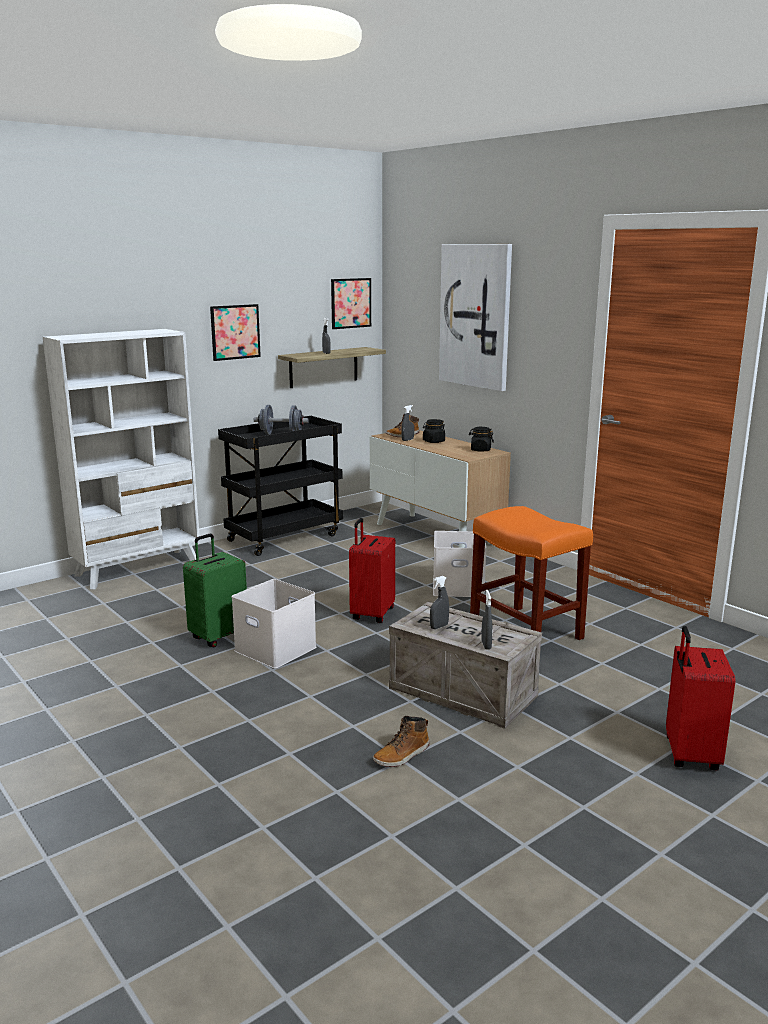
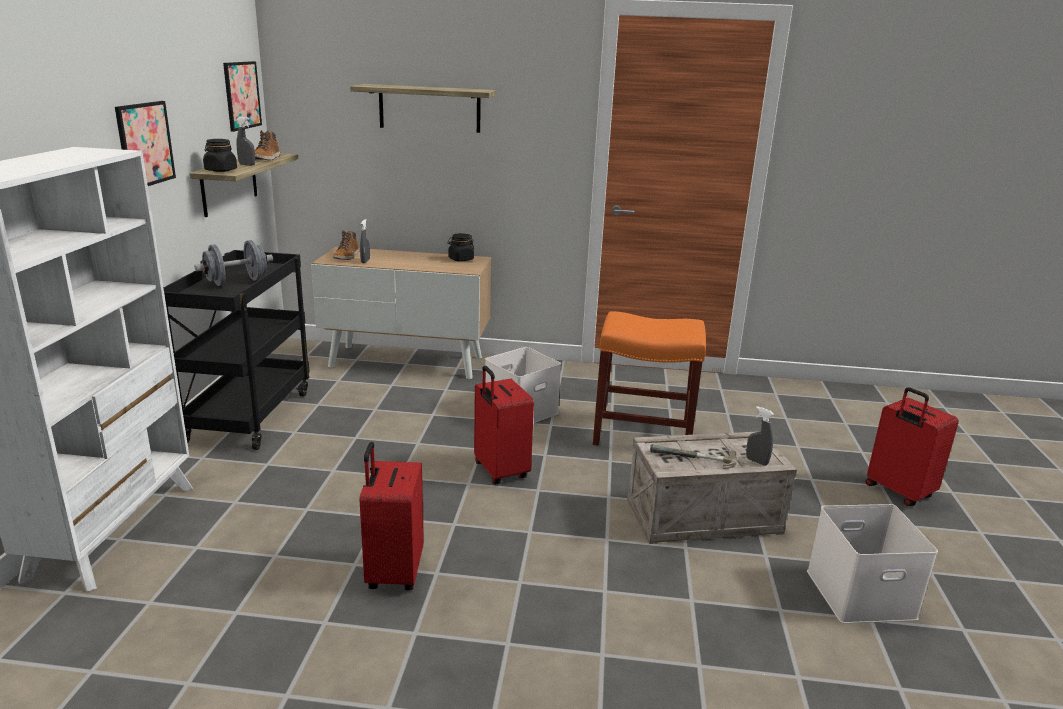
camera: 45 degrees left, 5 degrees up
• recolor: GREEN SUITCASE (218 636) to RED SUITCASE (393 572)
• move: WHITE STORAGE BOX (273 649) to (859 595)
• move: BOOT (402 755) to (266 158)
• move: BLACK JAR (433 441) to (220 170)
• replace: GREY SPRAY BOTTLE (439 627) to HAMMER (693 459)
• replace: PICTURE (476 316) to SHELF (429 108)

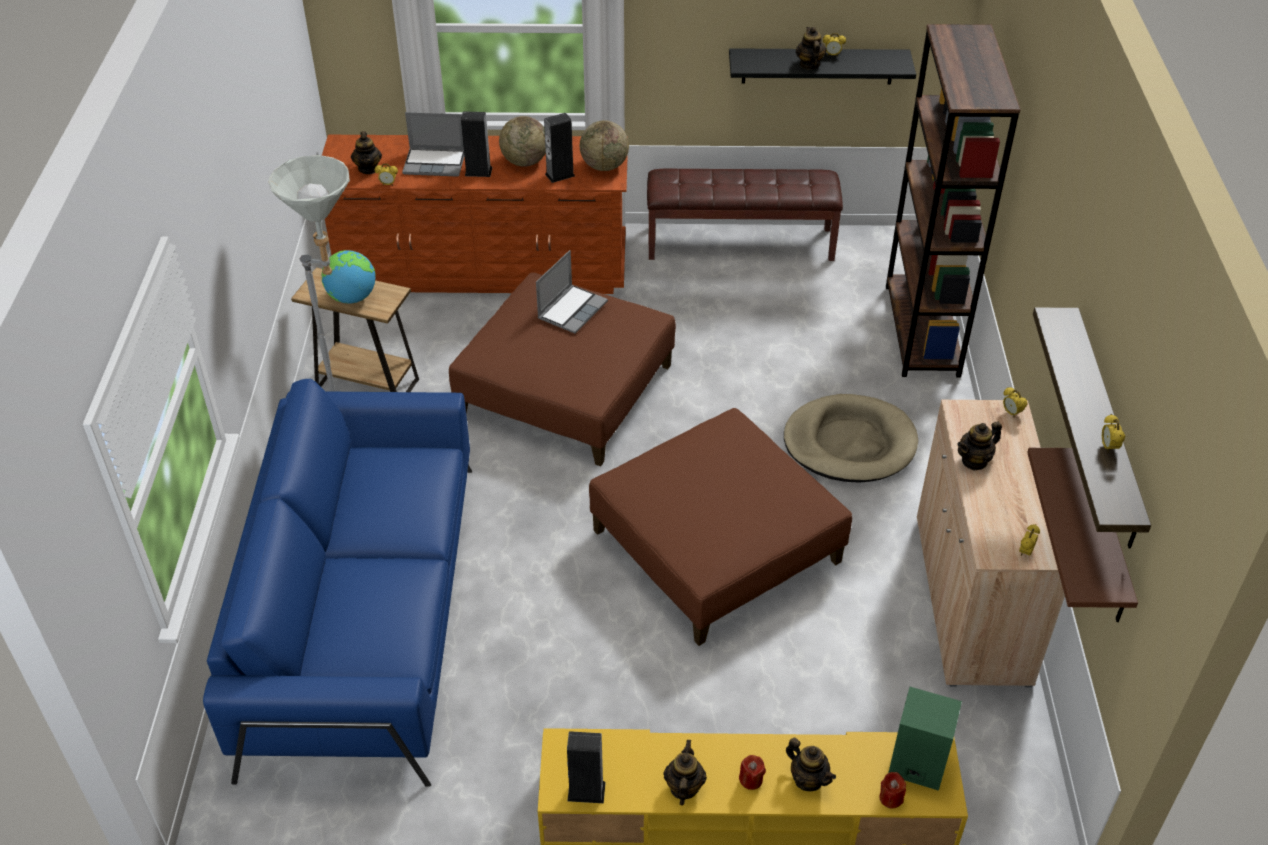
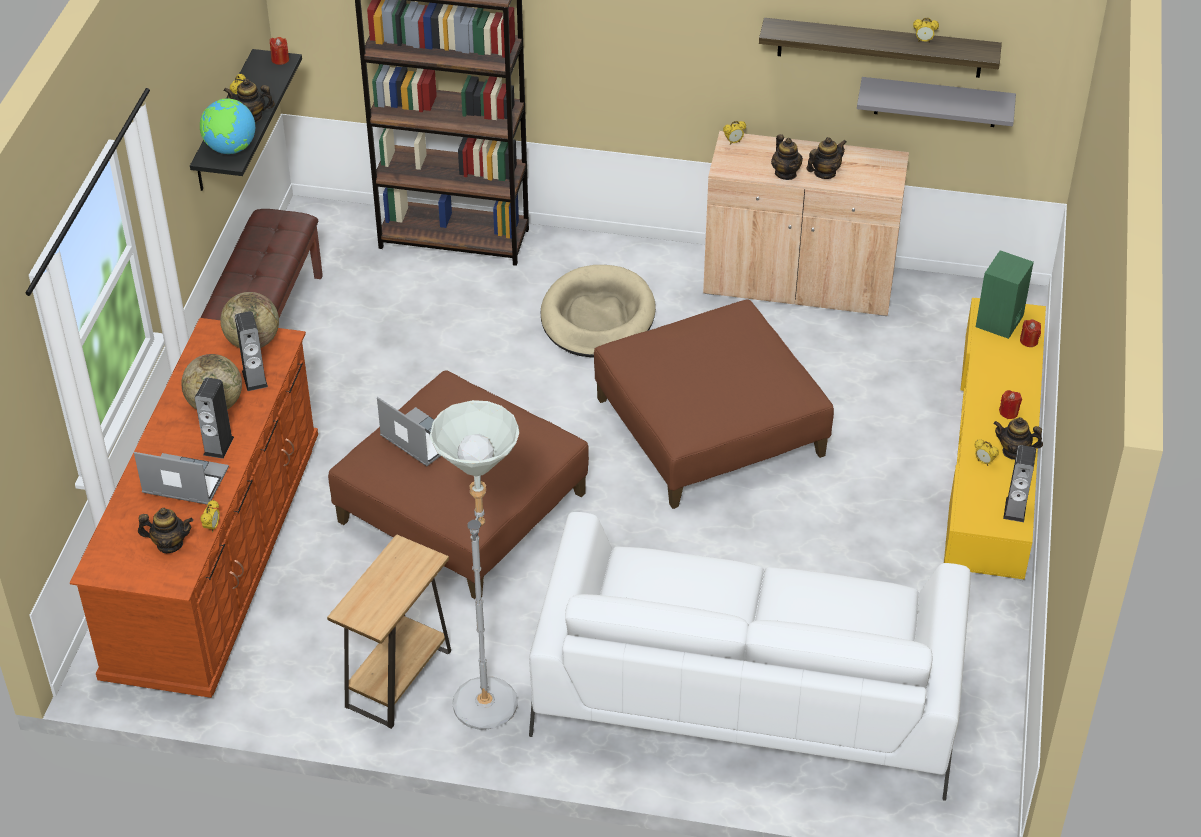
camera: 80 degrees left, 0 degrees up
• recolor: BLUE SOFA (363 611) to WHITE SOFA (747 693)
• move: GLOBE (352 297) to (230 149)
• rotate: LAPTOP (435 163) = (184 482) 90 degrees counterclockwise
• move: TEAPOT (808 779) to (824 173)
• move: ALARM CLOCK (1025 552) to (984 462)
• recolor: BROWN SHELF (1106 540) to GREY SHELF (936 102)
• insert: RED CANDLE (280 59)

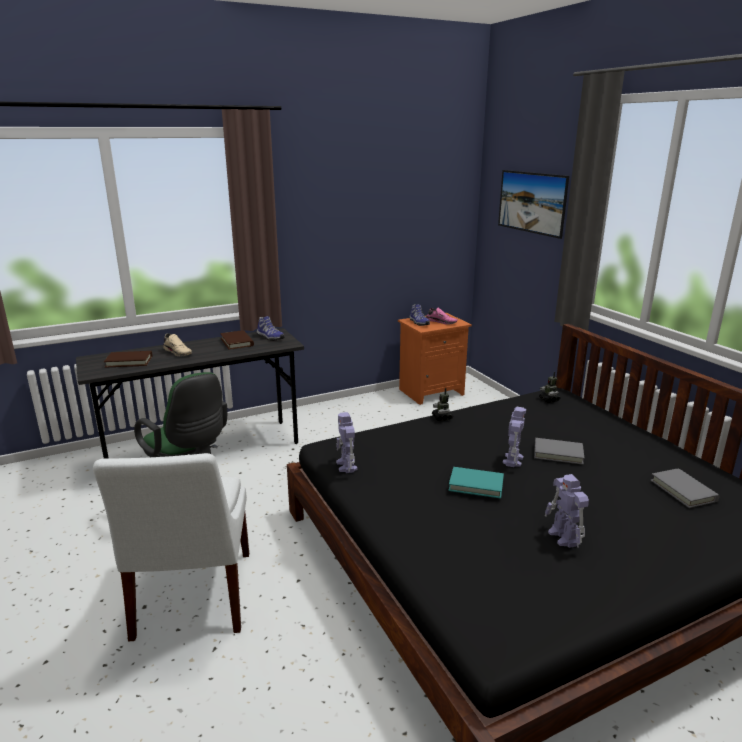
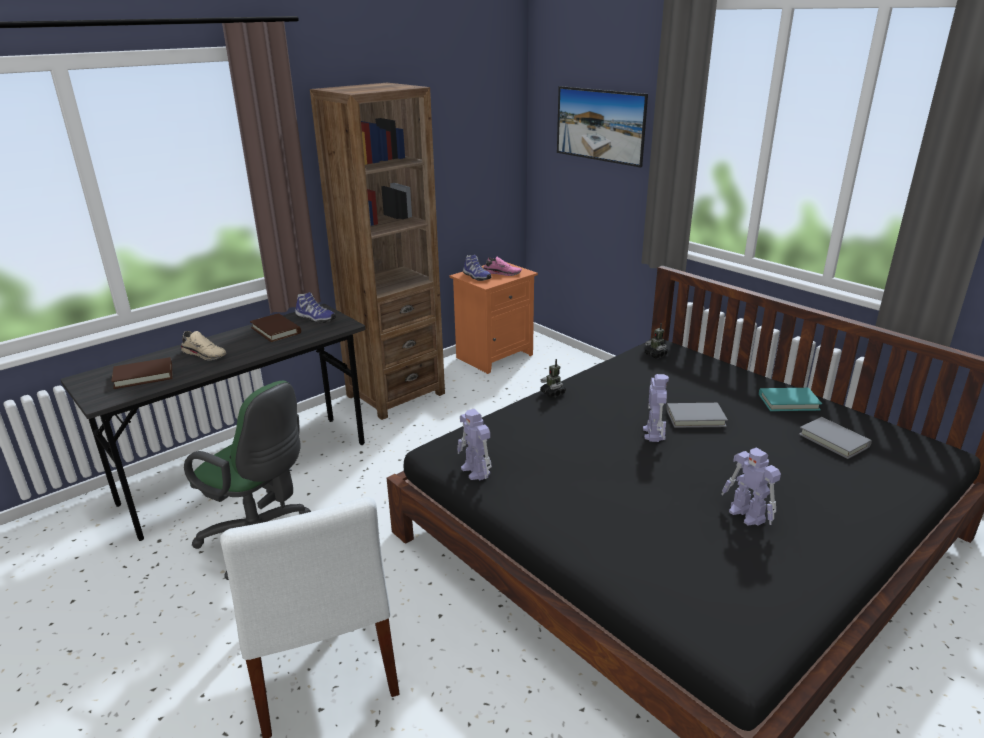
camera: 15 degrees left, 5 degrees up
• move: TURQUOISE BOOK (476 485) to (788 402)
• insert: BROWN BOOKCASE (395 394)

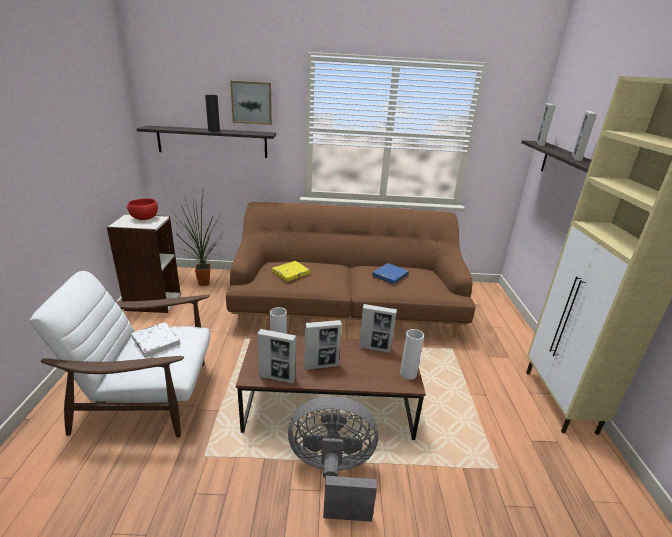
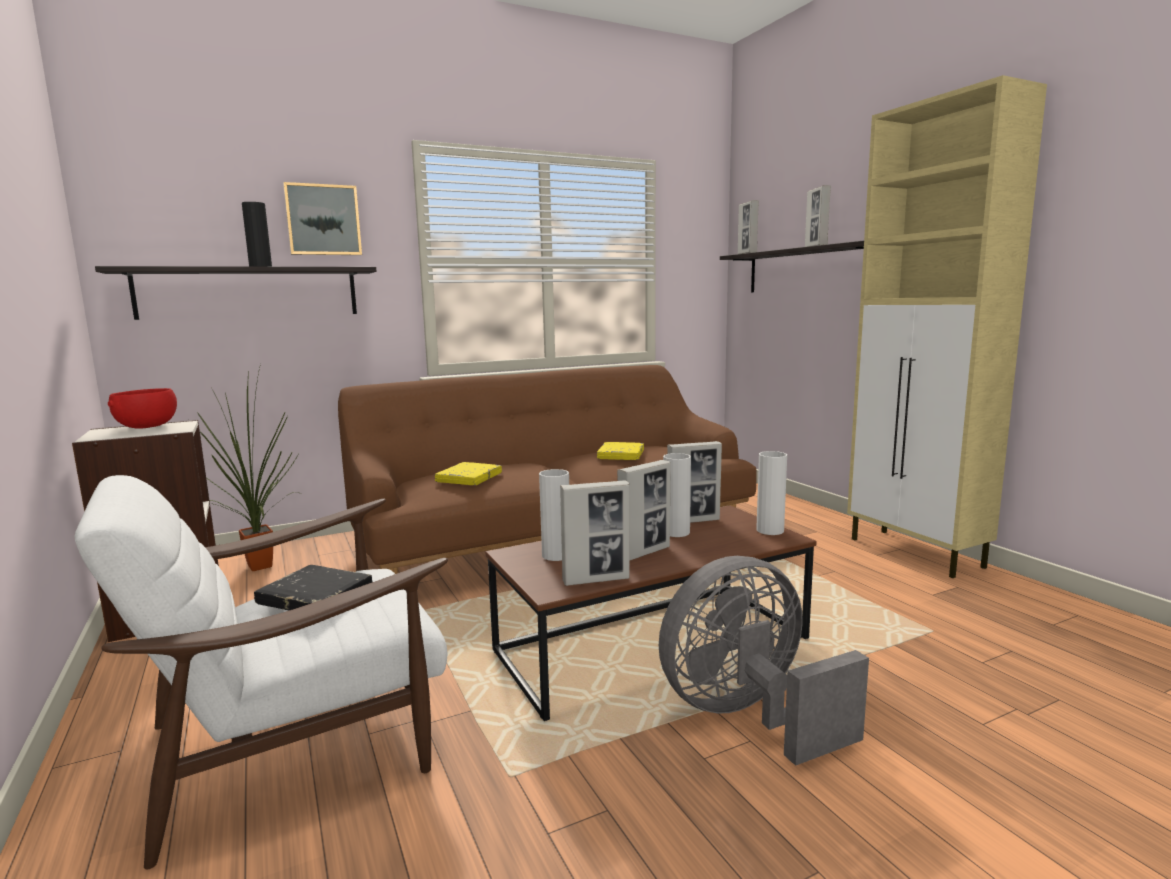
camera: 25 degrees left, 15 degrees down
• recolor: WHITE BOOK (156 342) to BLACK BOOK (315 596)
• recolor: BLUE BOOK (390 275) to YELLOW BOOK (620 455)
• insert: WHITE VASE (676 532)

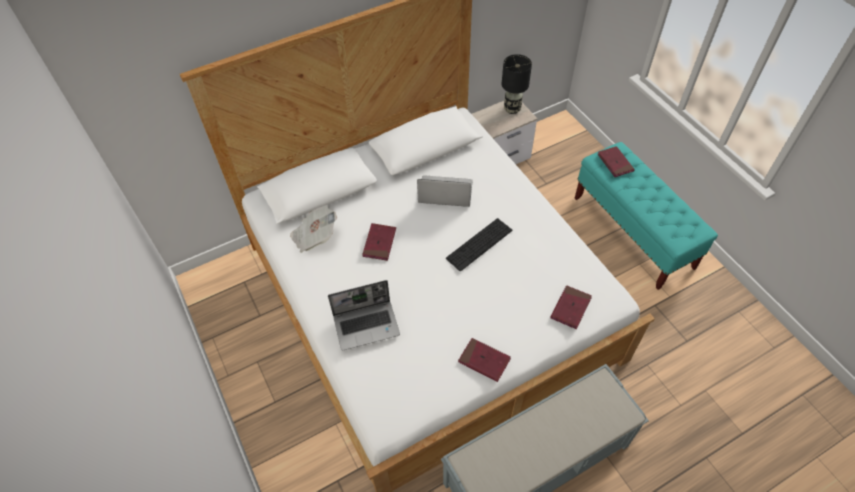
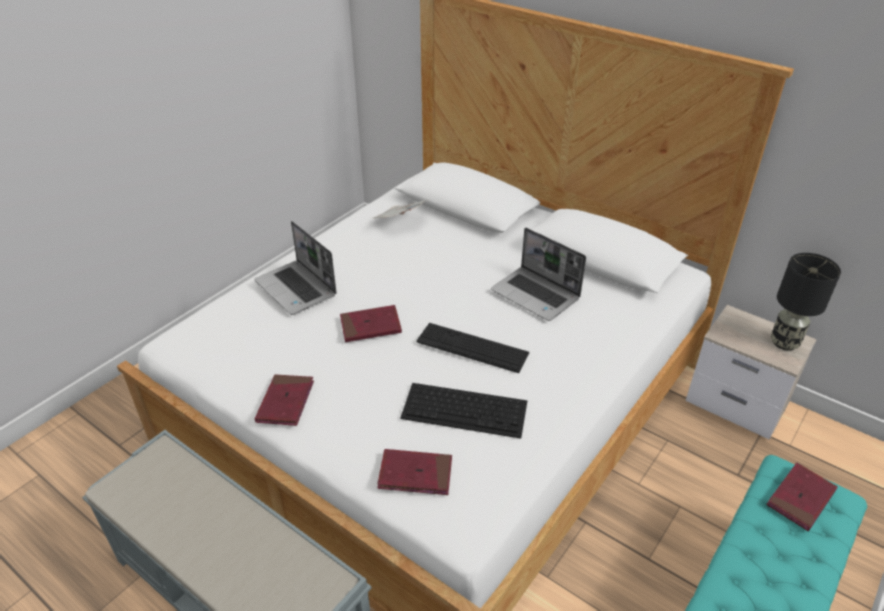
camera: 65 degrees right, 15 degrees down
• move: RED BOOK (379 243) to (370 326)
• rotate: LAPTOP (444 193) = (536 295) 150 degrees clockwise
• insert: KEYBOARD (466 409)

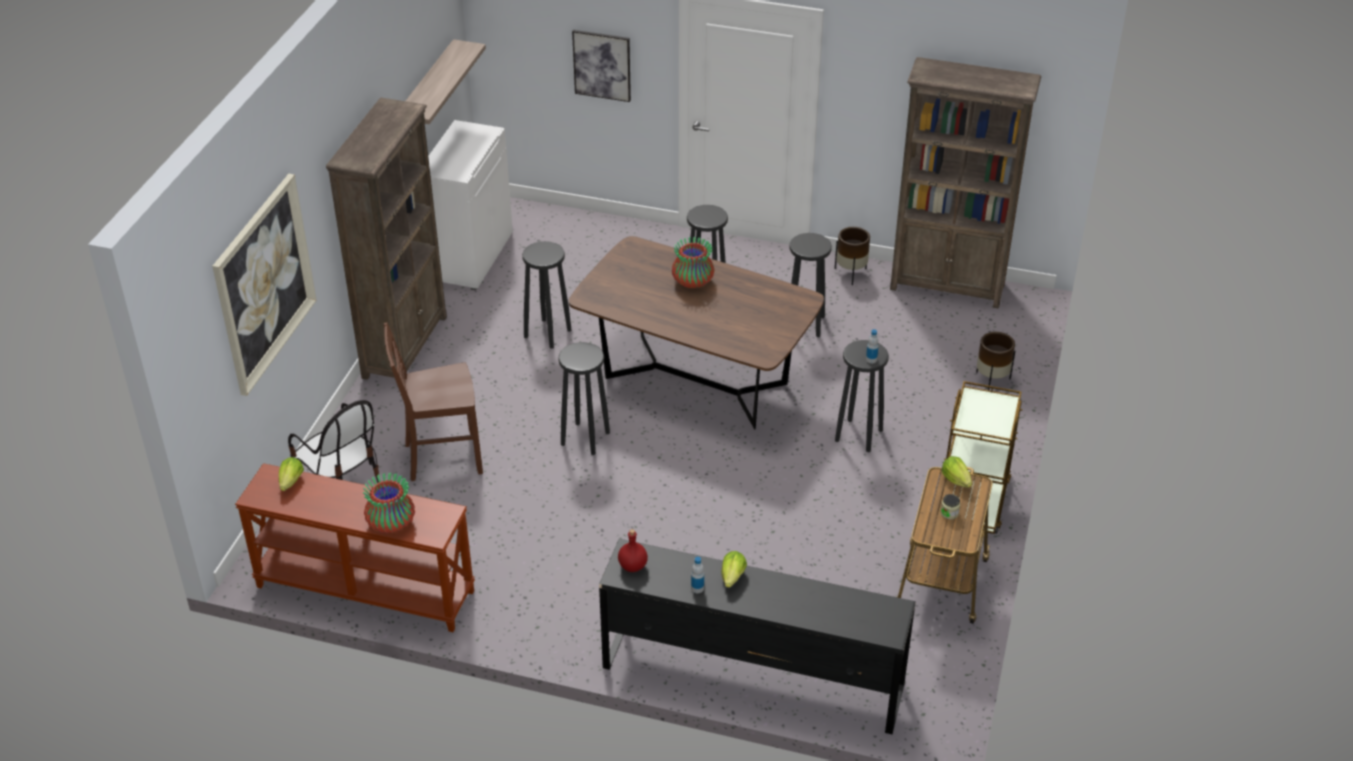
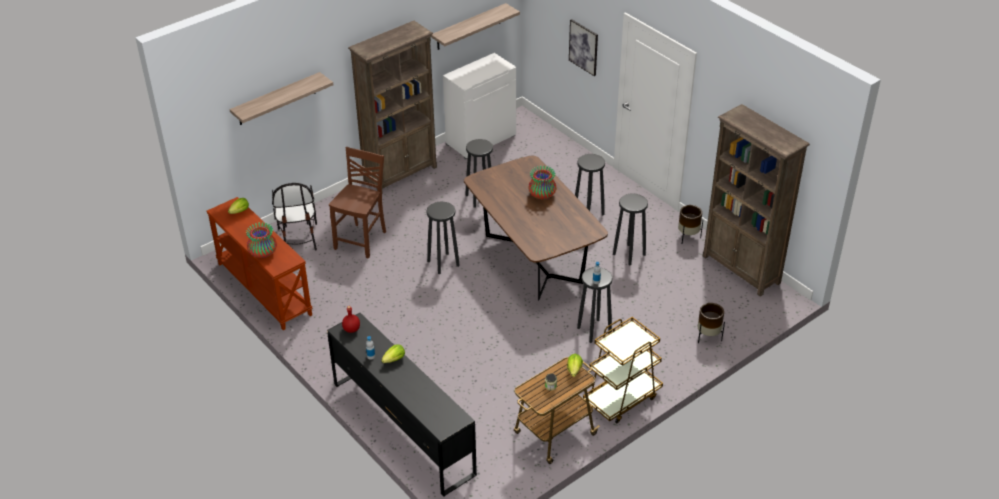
camera: 35 degrees right, 0 degrees up
• replace: PICTURE (264 283) to SHELF (276 99)
• rotate: BROWN CHAIR (441 458) = (362 240) 90 degrees clockwise

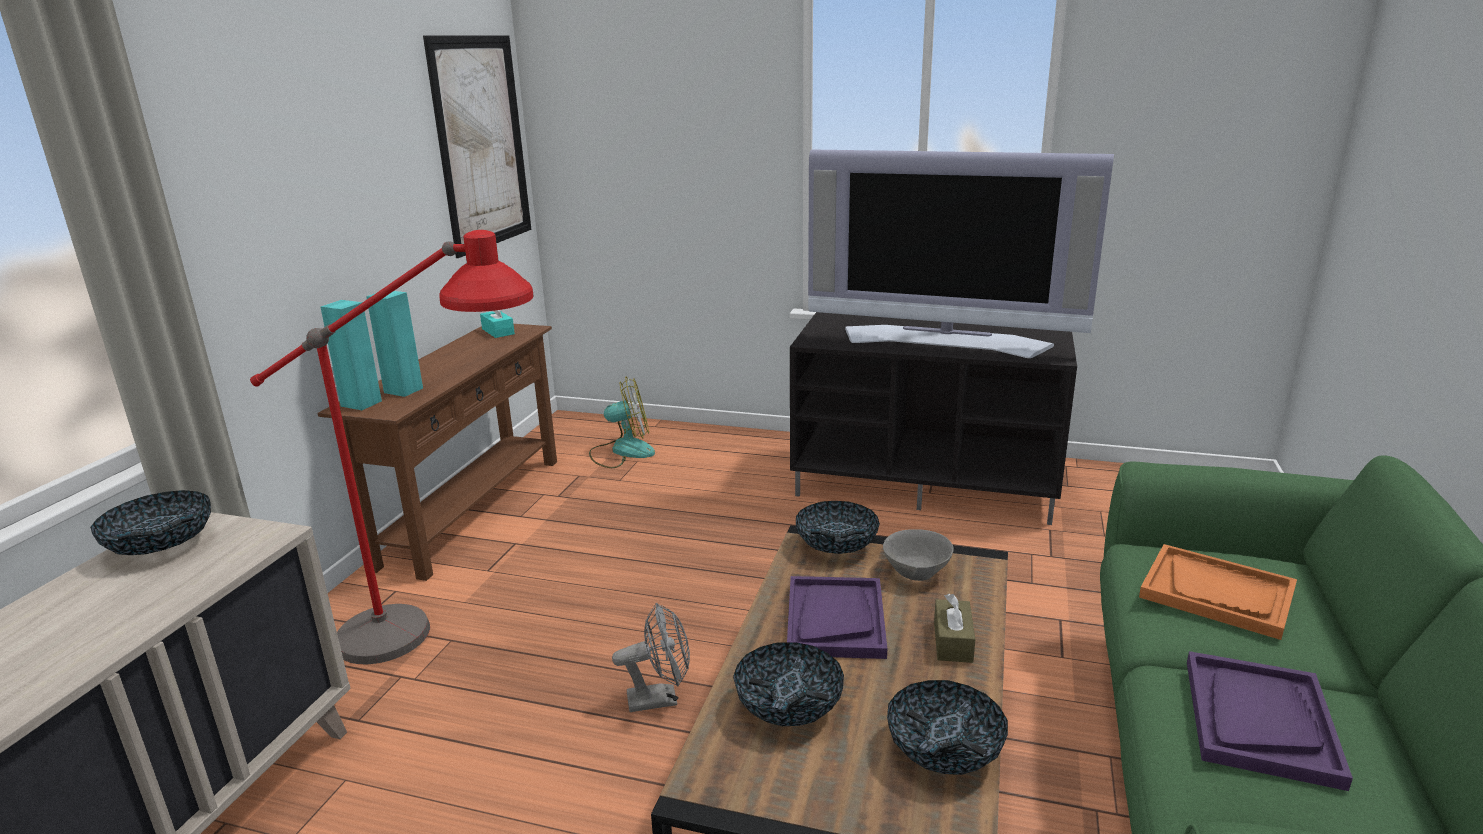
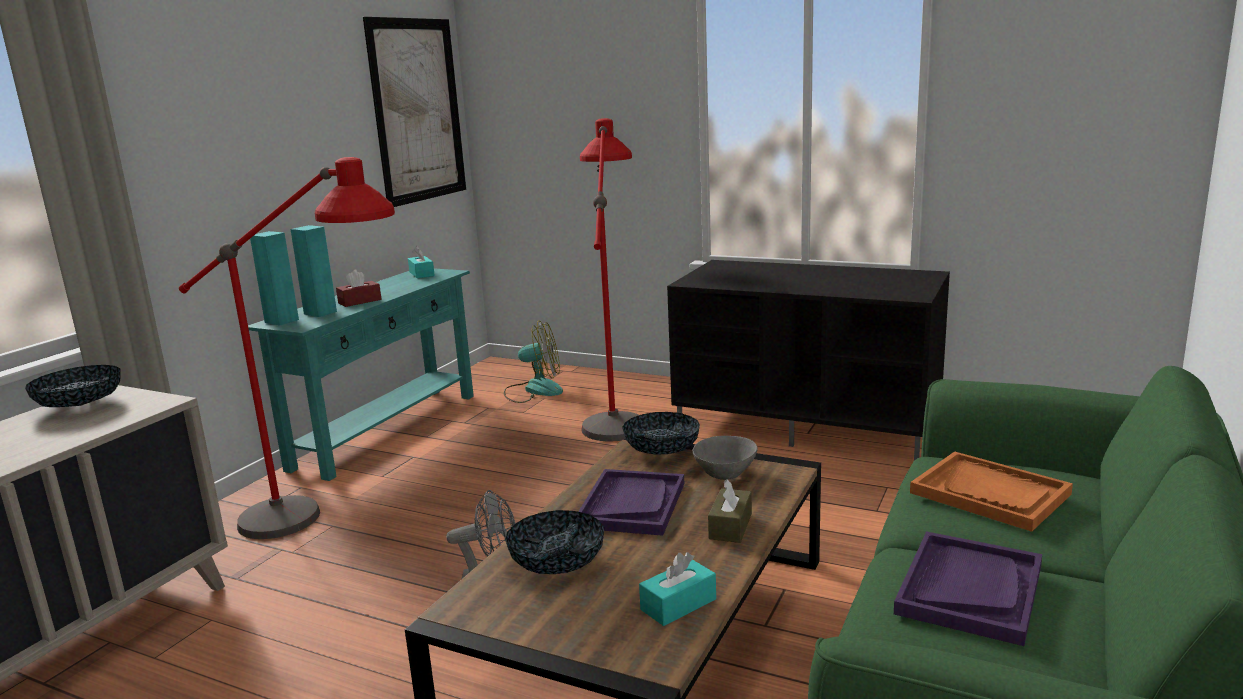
camera: 10 degrees right, 5 degrees down
• recolor: BROWN CONSOLE TABLE (471 510) to TURQUOISE CONSOLE TABLE (386 430)
• delete: TELEVISION (944 340)
• replace: BOWL (944 751) to TURQUOISE TISSUE BOX (678 604)
• insert: RED TISSUE BOX (360 301)
• insert: RED FLOOR LAMP (616 411)

